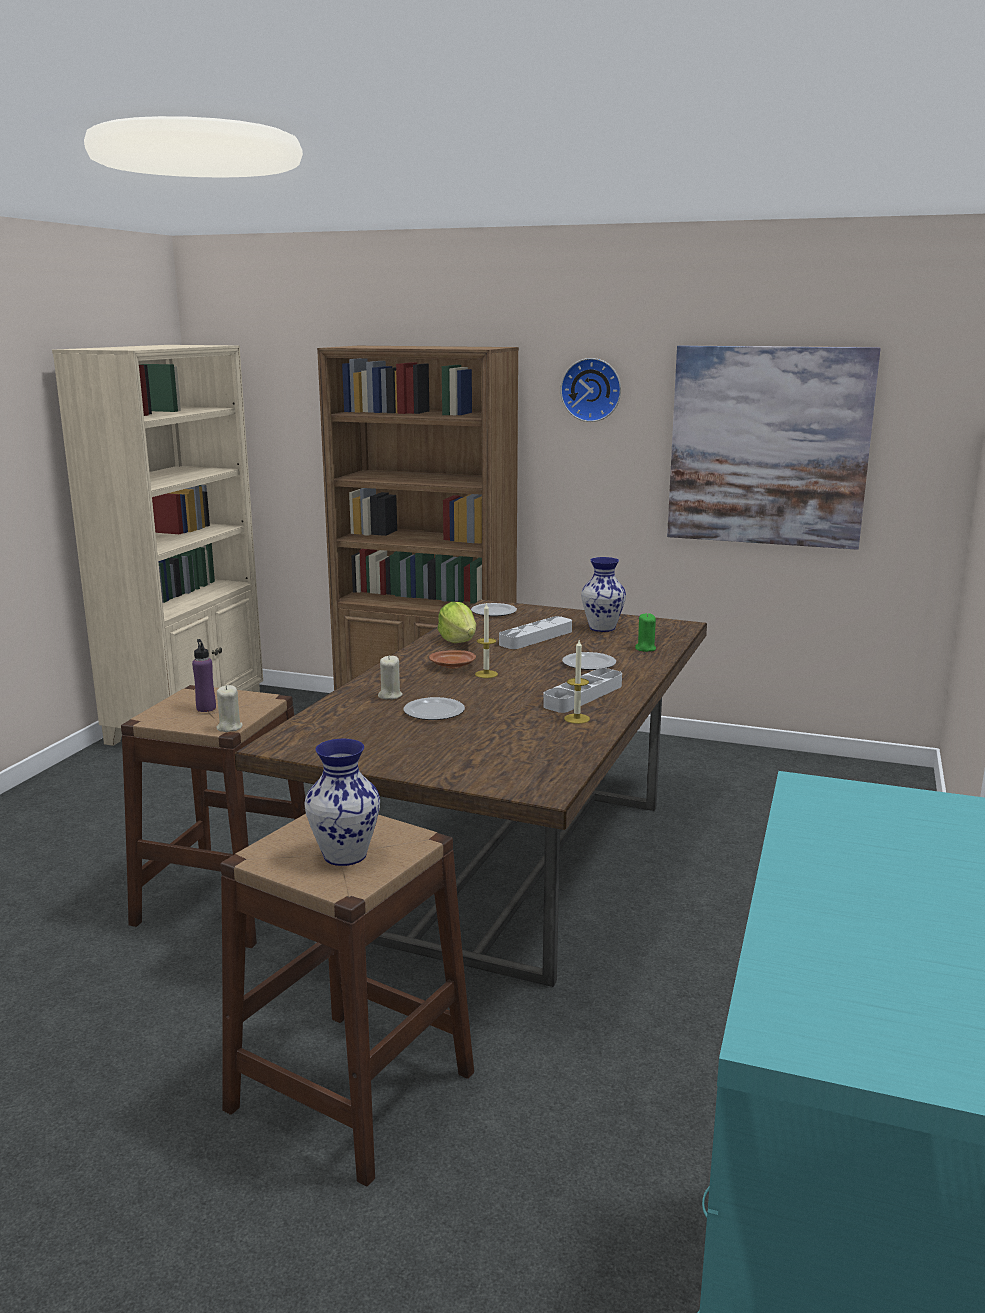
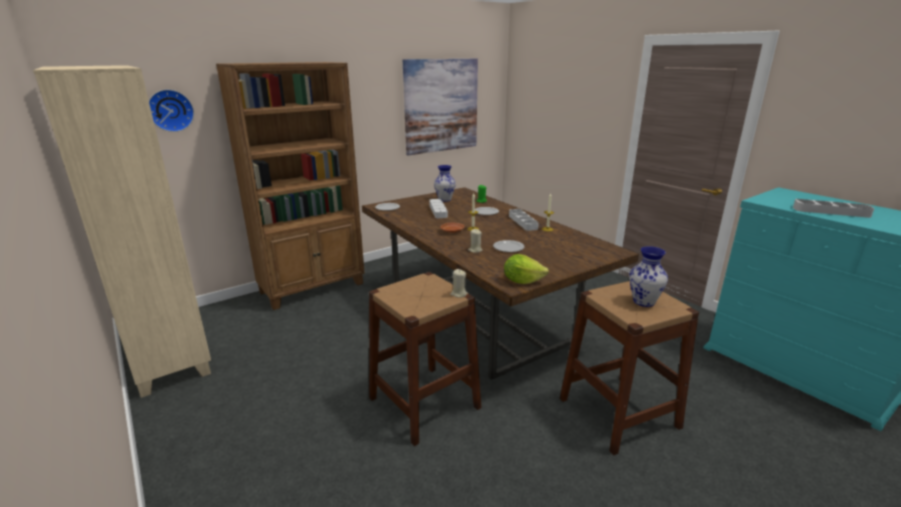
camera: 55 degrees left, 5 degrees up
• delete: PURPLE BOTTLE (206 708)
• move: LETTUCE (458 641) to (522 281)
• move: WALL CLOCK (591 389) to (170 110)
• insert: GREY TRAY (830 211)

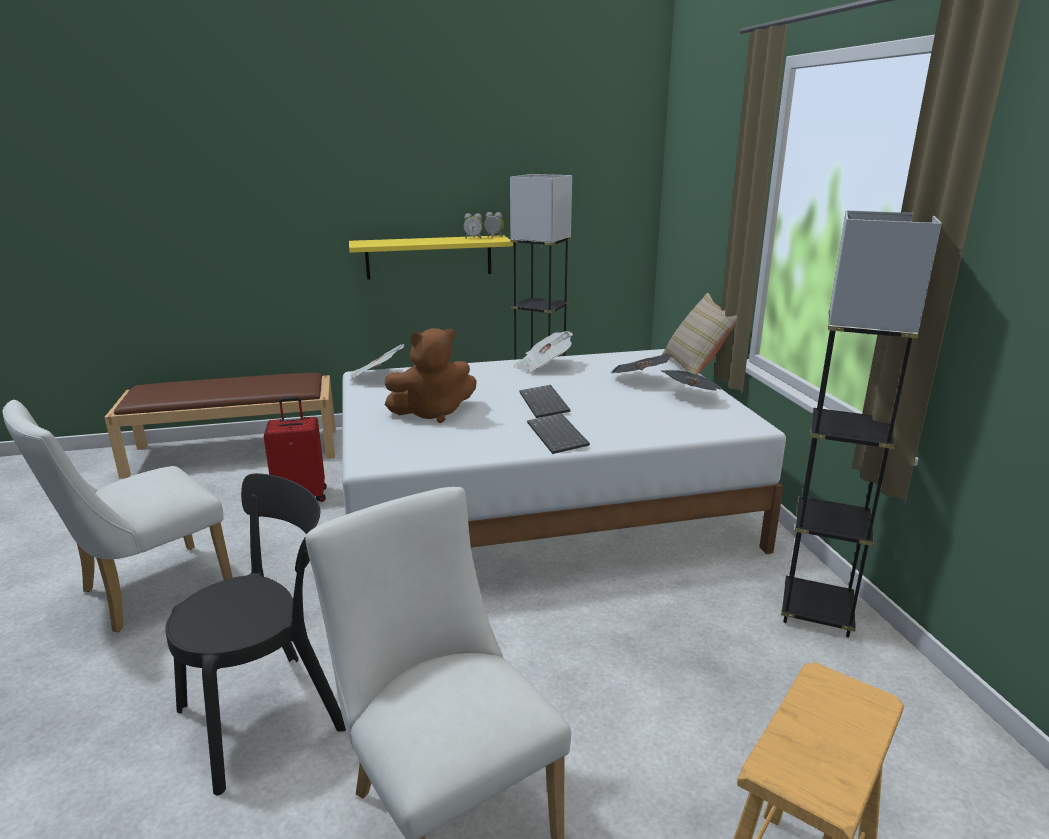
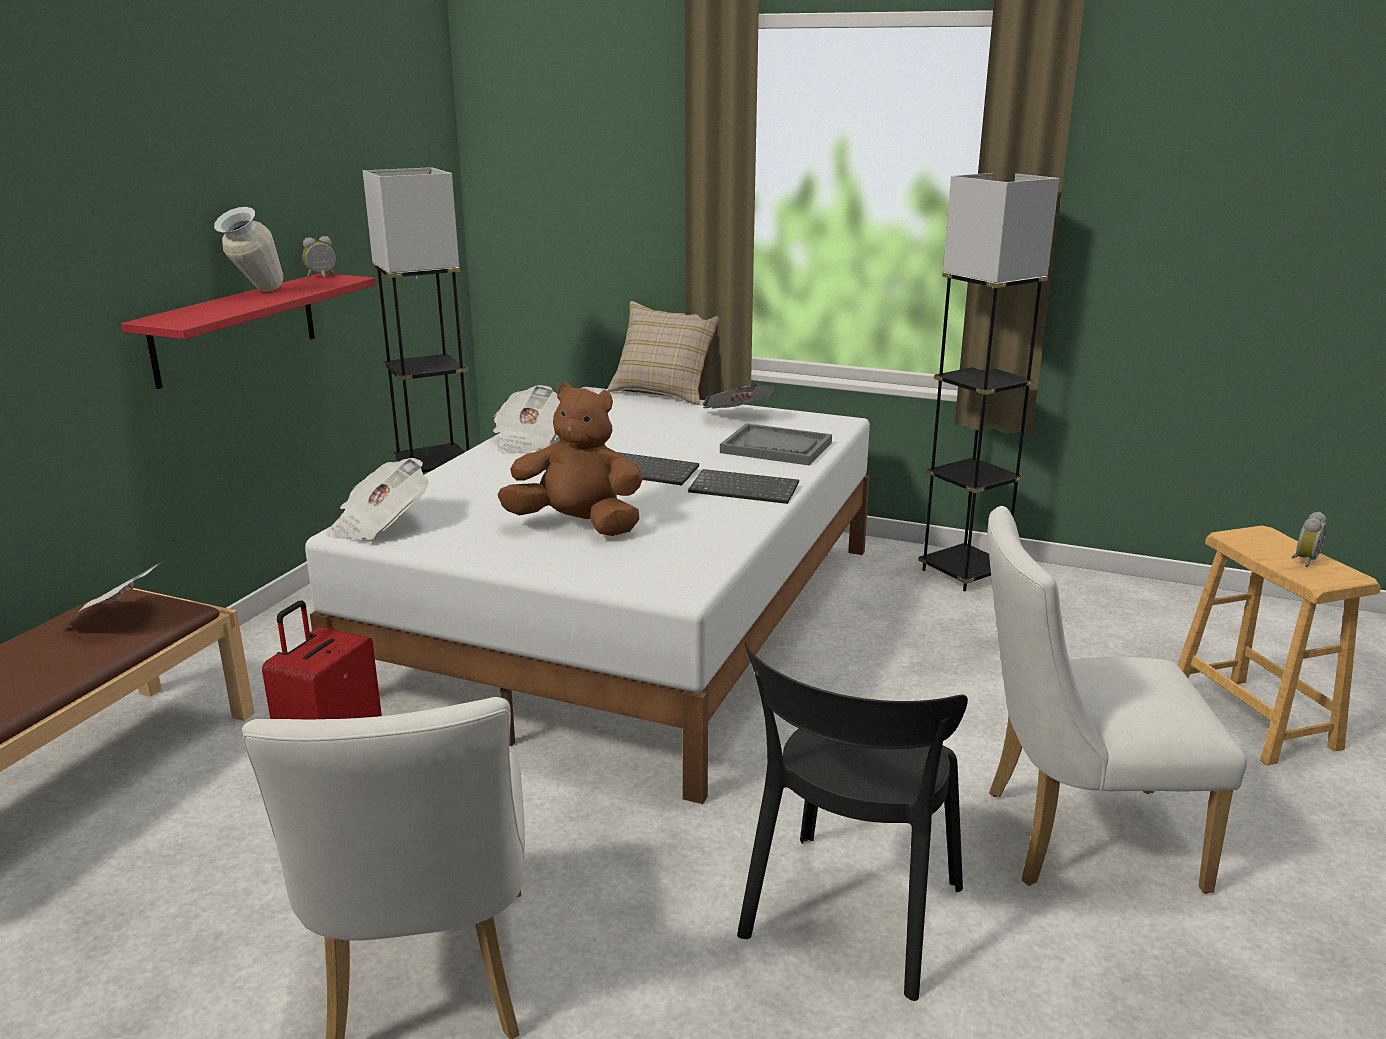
camera: 55 degrees left, 0 degrees up
• rotate: BLACK CHAIR (270 714) = (849 919) 150 degrees counterclockwise
• recolor: YELLOW SHELF (429 257) to RED SHELF (236 328)
• rotate: BROWN PLUSH TOY (432 413) = (578 525) 90 degrees counterclockwise
• move: ALARM CLOCK (473 238) to (1303 560)
• move: NEWSPAPER (639 380) to (116 618)
• insert: VASE (255 294)
• insert: GREY TRAY (776 448)

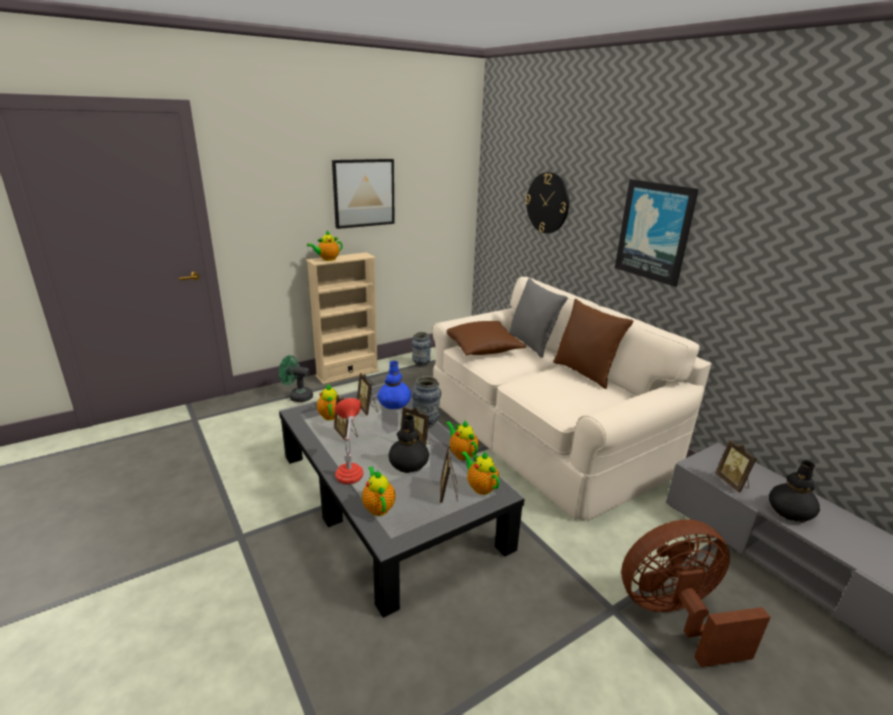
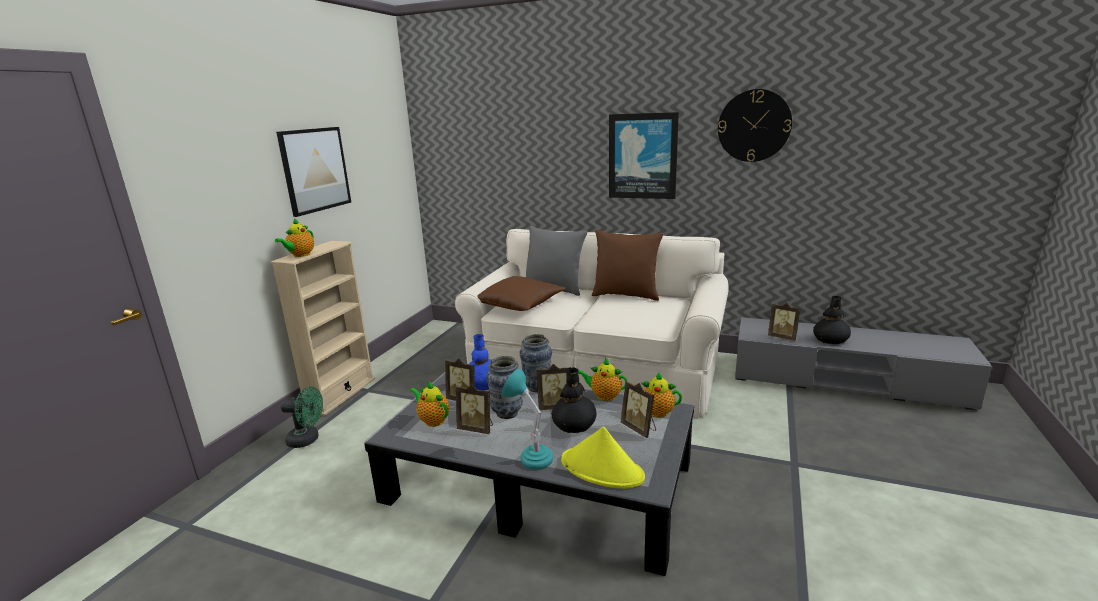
camera: 35 degrees left, 5 degrees down
• rotate: GREEN FAN (297 396) = (308 440) 150 degrees counterclockwise
• recolor: RED TABLE LAMP (350 470) to TURQUOISE TABLE LAMP (530 455)
• replace: TEAPOT (378 507) to YELLOW HAT (602 469)
• move: VASE (421 364) to (507 413)
• move: WALL CLOCK (547 203) to (754 126)
• delete: BROWN FAN (675 616)

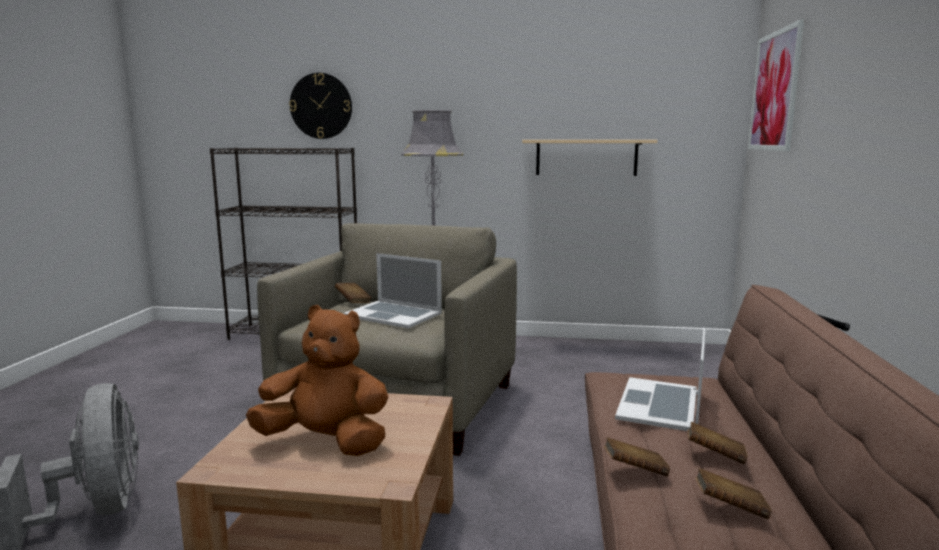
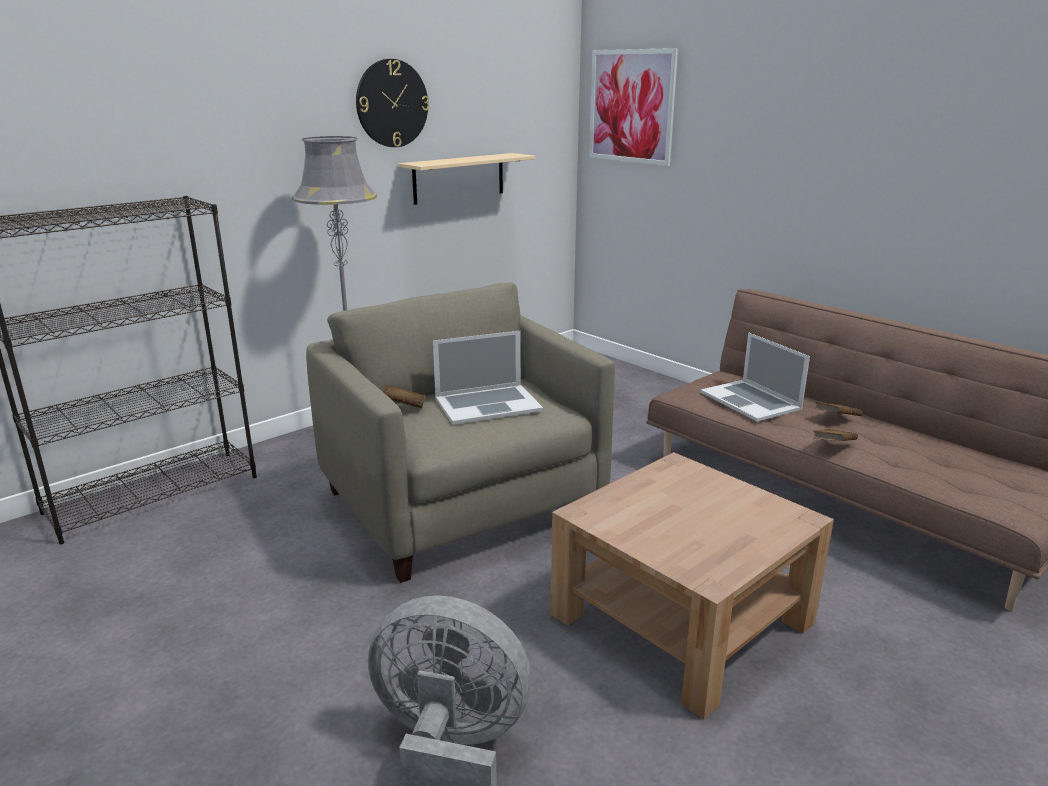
camera: 50 degrees left, 10 degrees up
• delete: BROWN PLUSH TOY (326 442)
• move: WALL CLOCK (321 106) to (392 103)
• delete: BROWN BOOK (730 509)

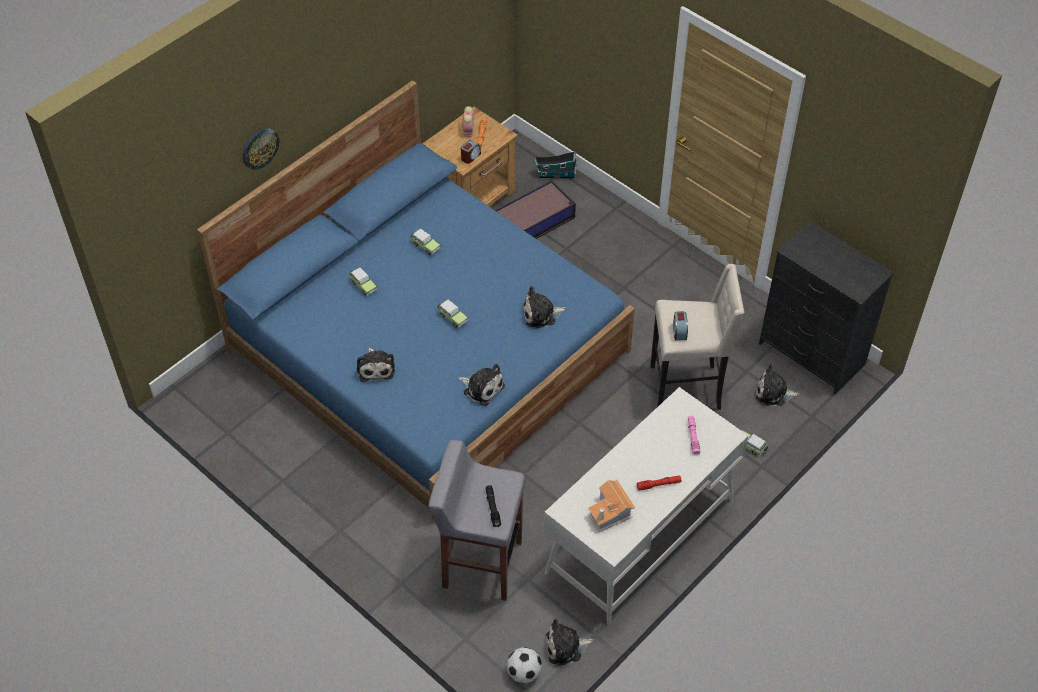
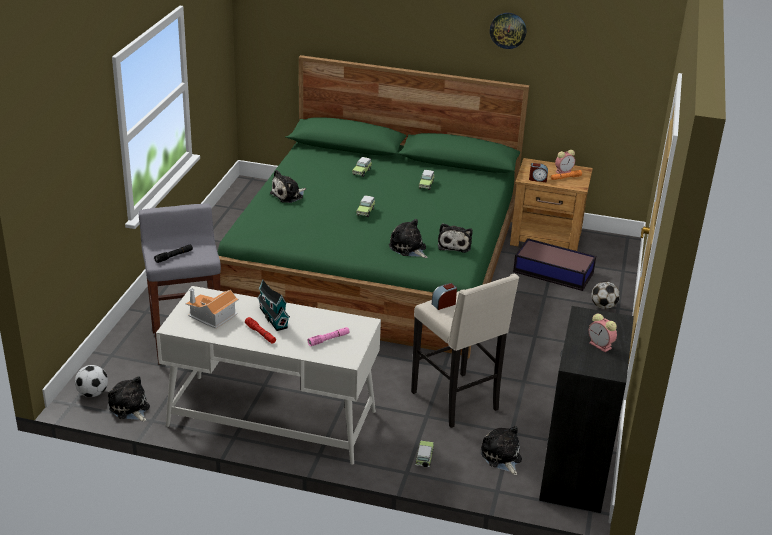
camera: 60 degrees right, 20 degrees down
• recolor: BLUE BED (428 349) to GREEN BED (375 262)
• move: WALL CLOCK (260 148) to (508 30)
• move: PLUSH TOY (482 388) to (454 244)
• move: TOY HOUSE (555 174) to (272 317)
• insert: ALARM CLOCK (601 346)
• insert: FOOTBALL (603 306)

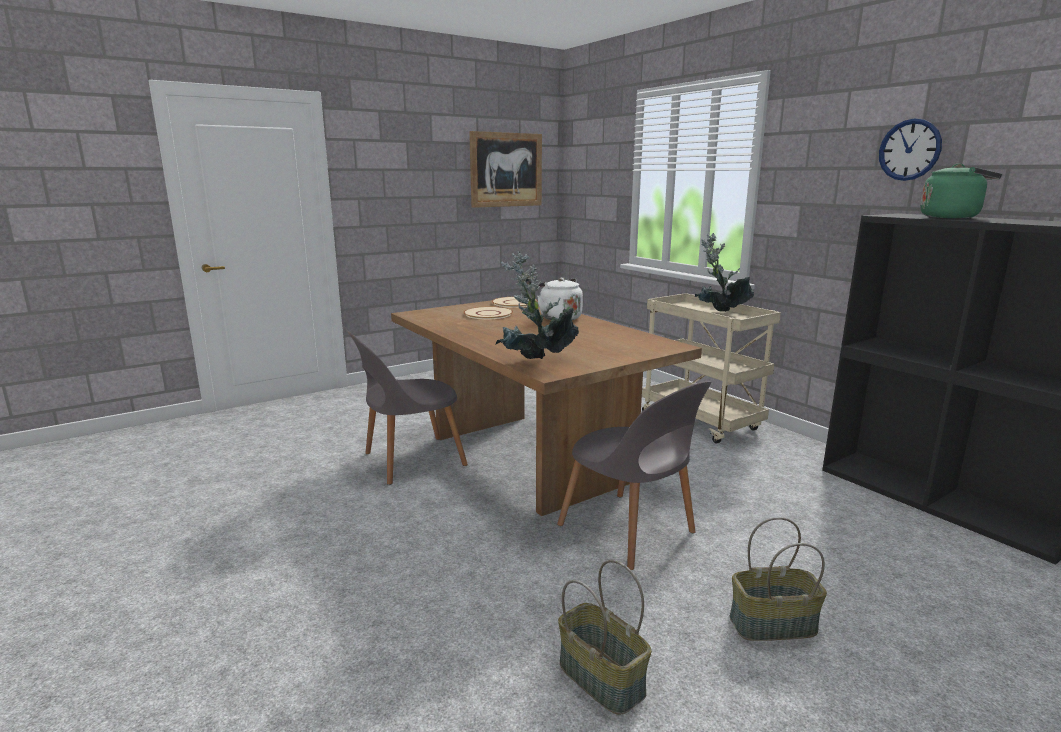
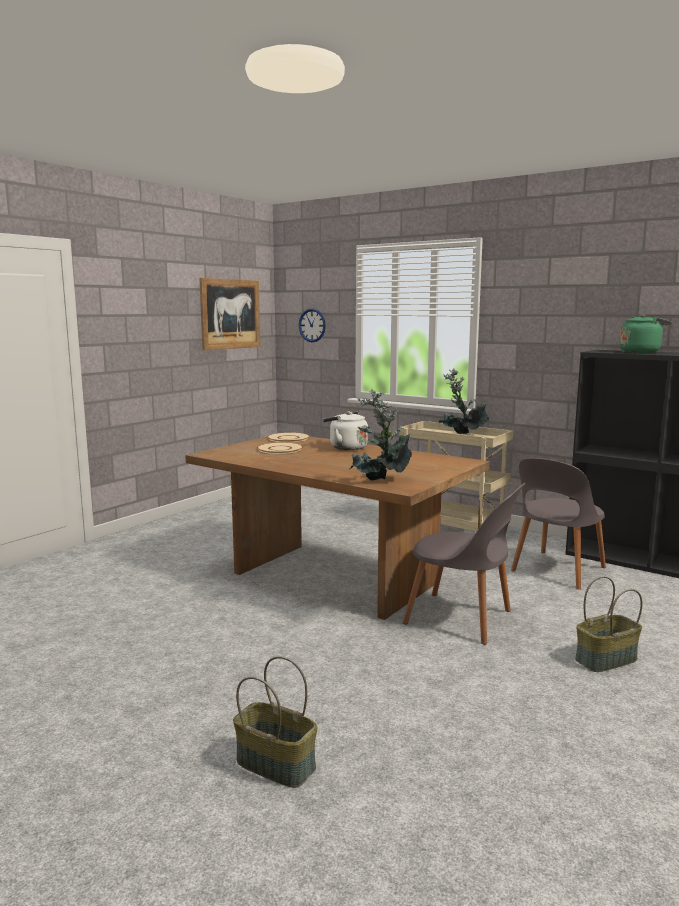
camera: 20 degrees left, 5 degrees down
• move: GREY CHAIR (410 460) to (556 570)
• move: BASKET (603 678) to (277 764)
• move: WALL CLOCK (909 150) to (312 325)

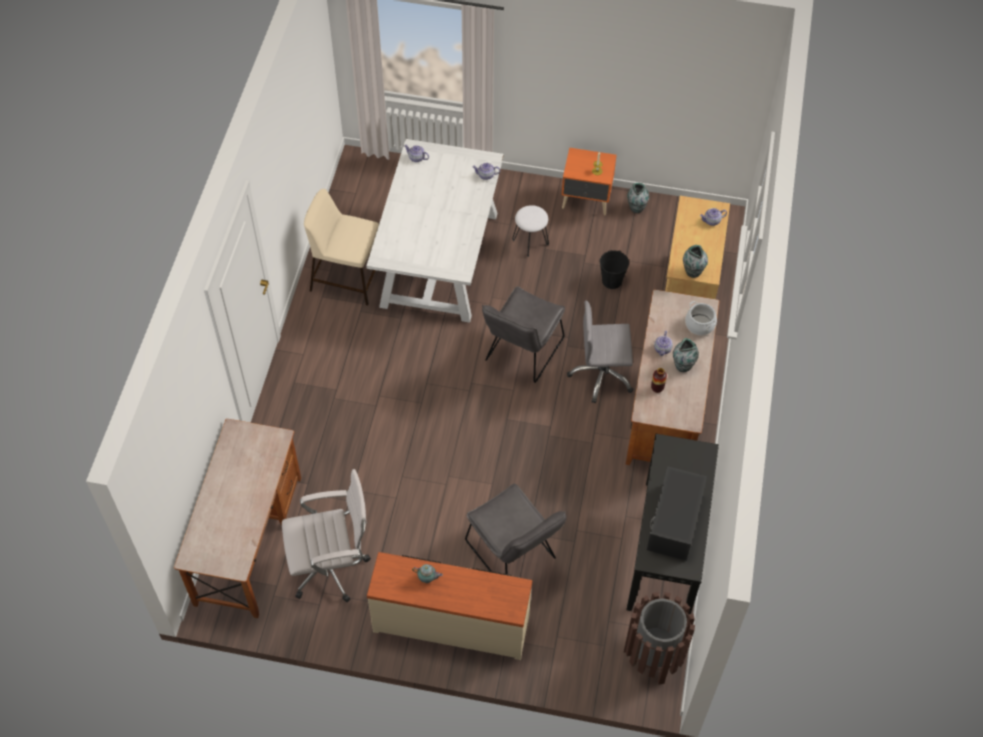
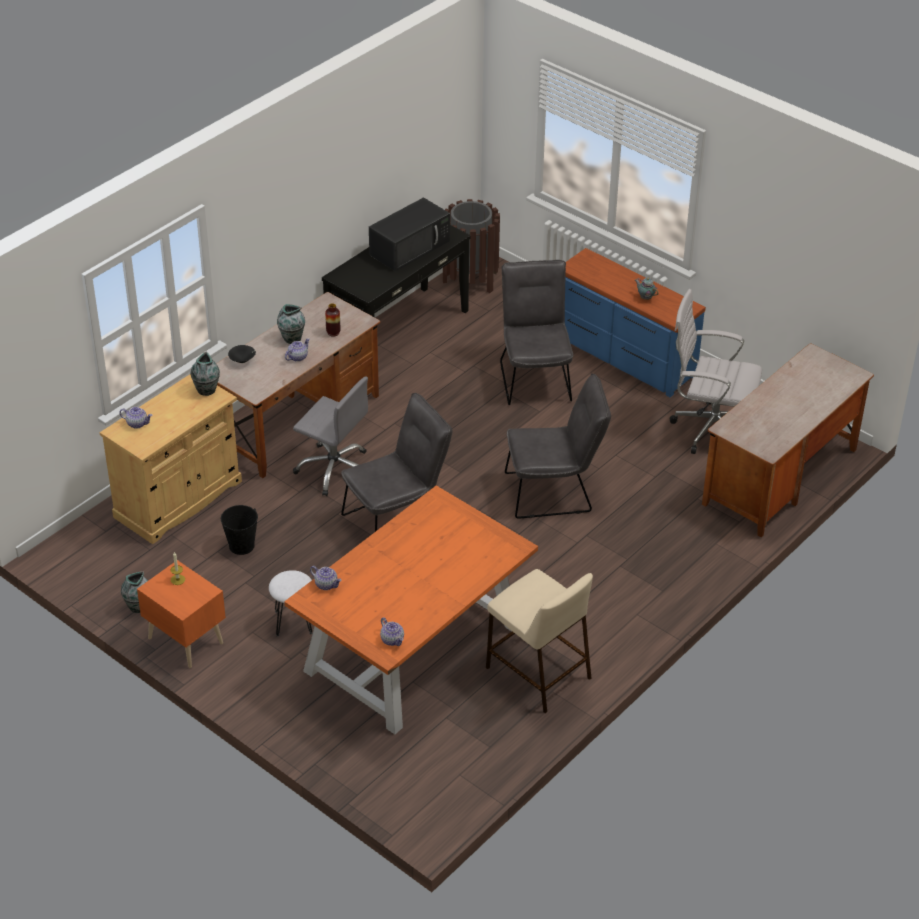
camera: 150 degrees left, 15 degrees down
• recolor: WHITE DINING TABLE (439 260) to ORANGE DINING TABLE (413 648)
• recolor: BEIGE DRESSER (451 622) to BLUE DRESSER (623 356)
• replace: COOKING POT (699 325) to BLACK BOWL (243 361)
• insert: GREY CHAIR (555 492)

